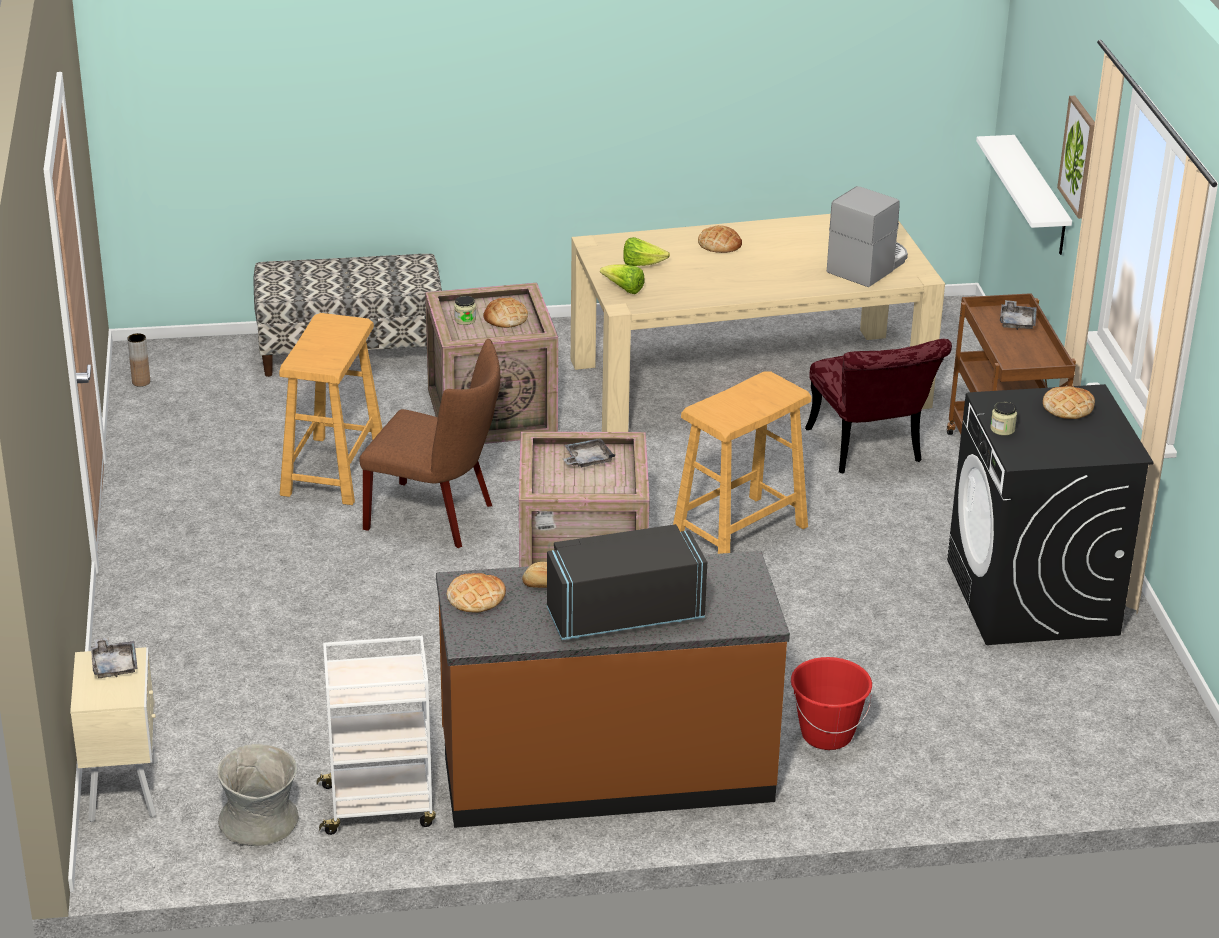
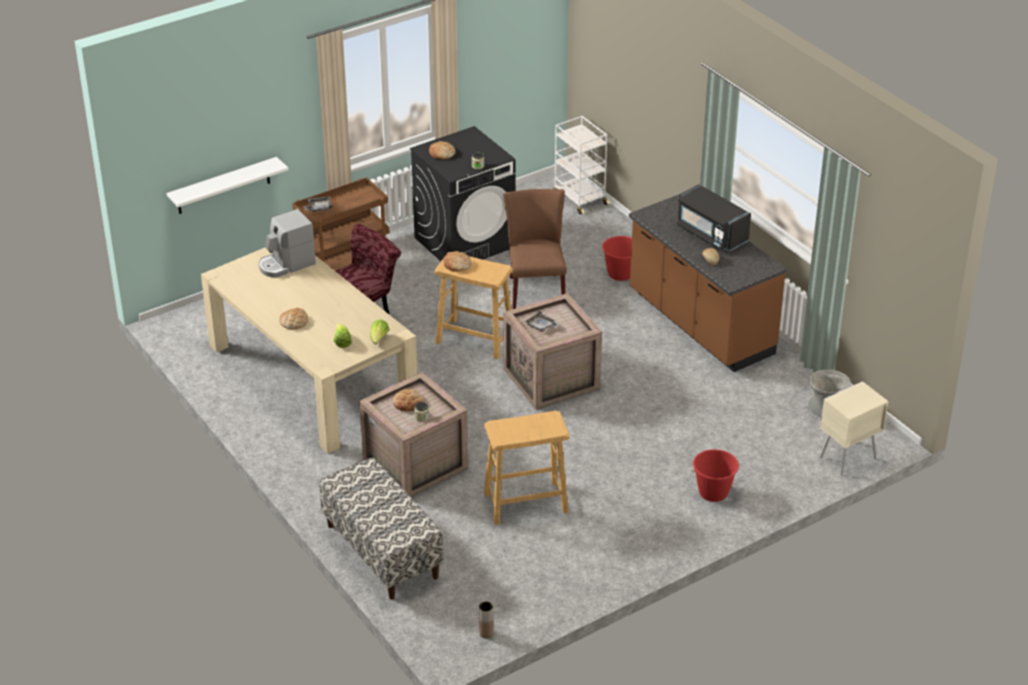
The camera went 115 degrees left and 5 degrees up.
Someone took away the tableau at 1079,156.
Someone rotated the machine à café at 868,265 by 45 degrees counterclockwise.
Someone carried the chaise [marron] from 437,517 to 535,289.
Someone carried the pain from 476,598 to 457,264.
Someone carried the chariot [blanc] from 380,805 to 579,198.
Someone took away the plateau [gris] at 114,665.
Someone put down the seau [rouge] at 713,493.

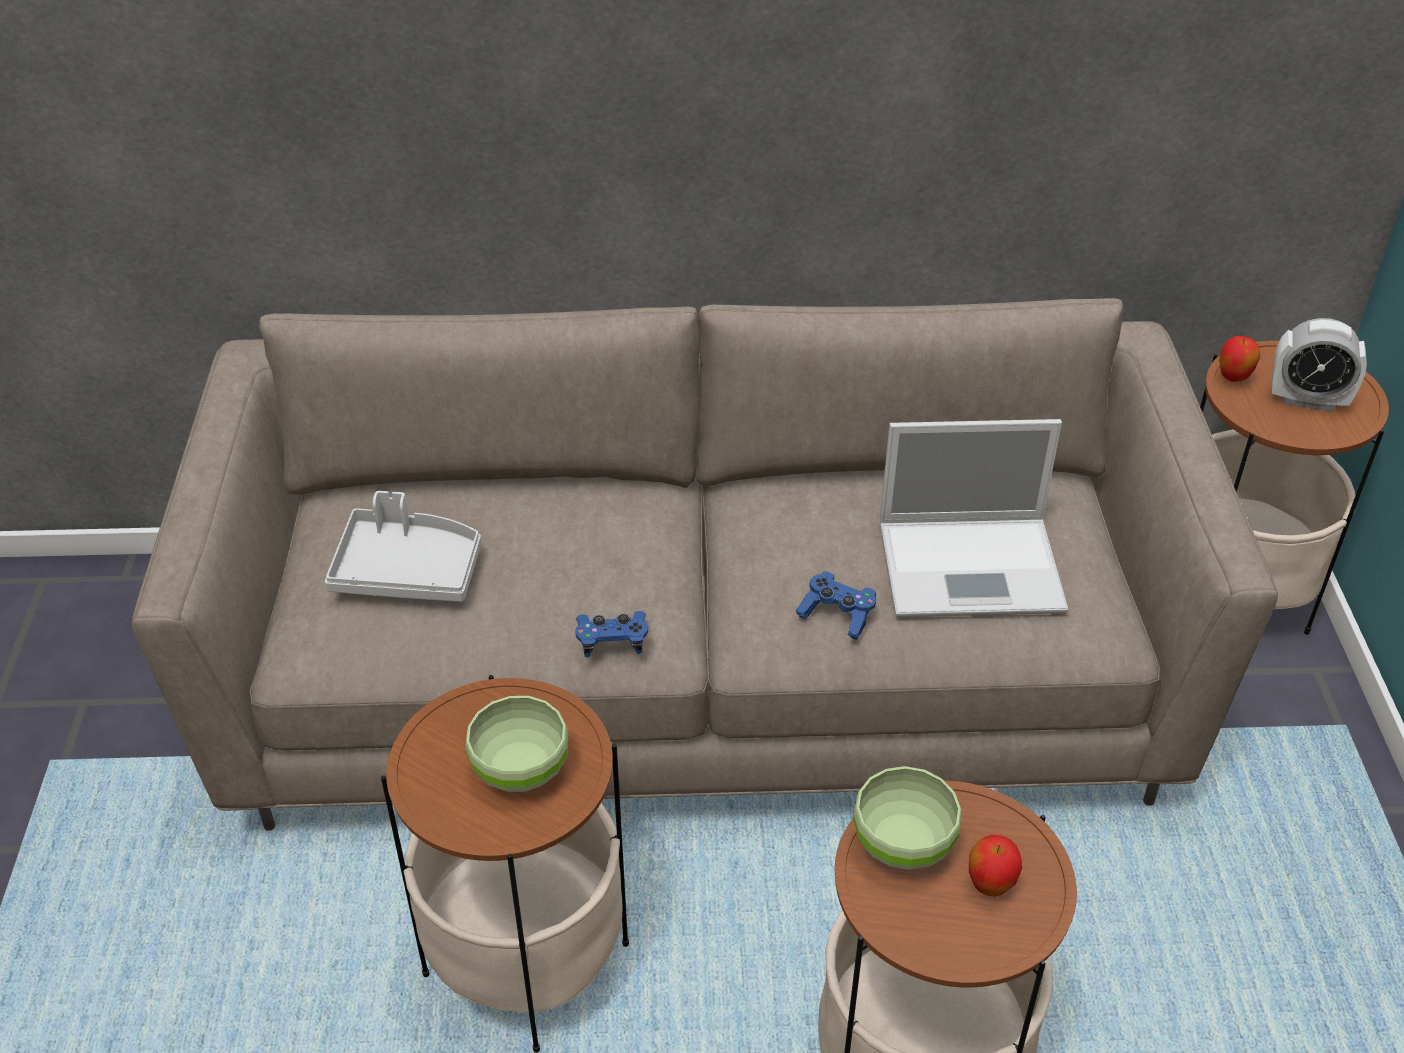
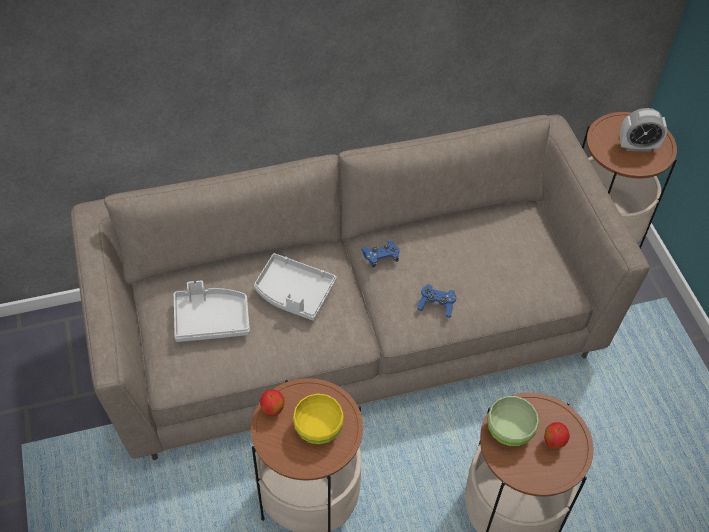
The camera went 15 degrees left and 10 degrees up.
Someone carried the pomme from 1233,378 to 273,410.
Someone took away the ordinateur portable at 974,567.
Someone carried the manette [bleu] from 612,642 to 380,257.
Someone repainted the bol [vert] at 519,769, which became the bol [jaune] at 317,428.
Someone put down the plateau [gris] at 294,293.

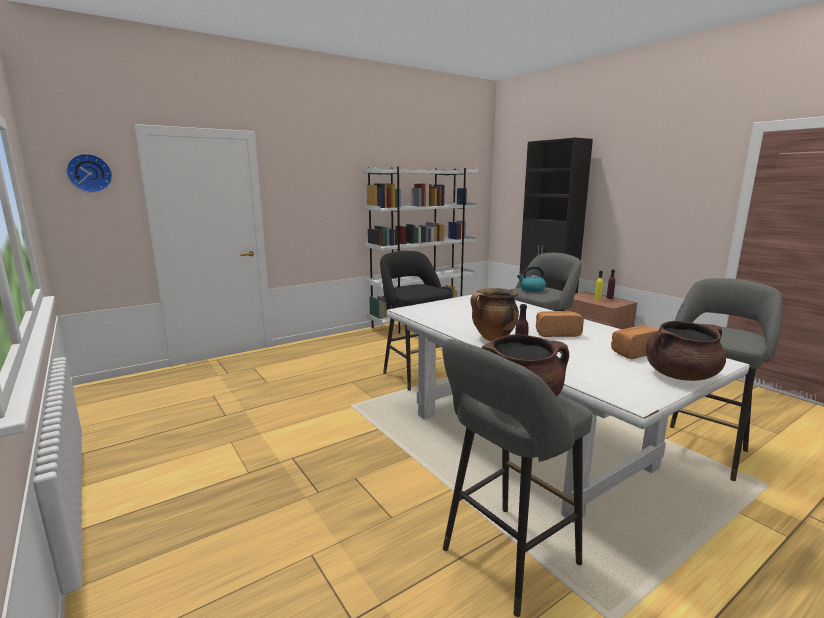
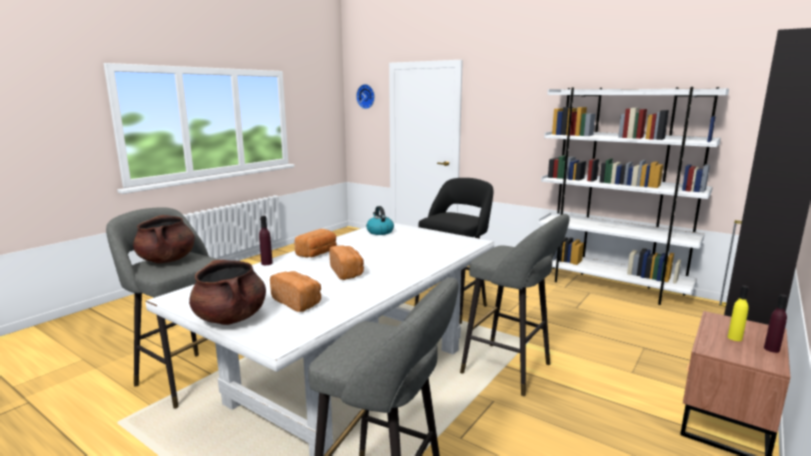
The camera went 70 degrees right and 0 degrees up.
Someone carried the bouilloire from 531,290 to 379,232.
Someone swapped the marmite at 493,338 for the pain at 318,253.

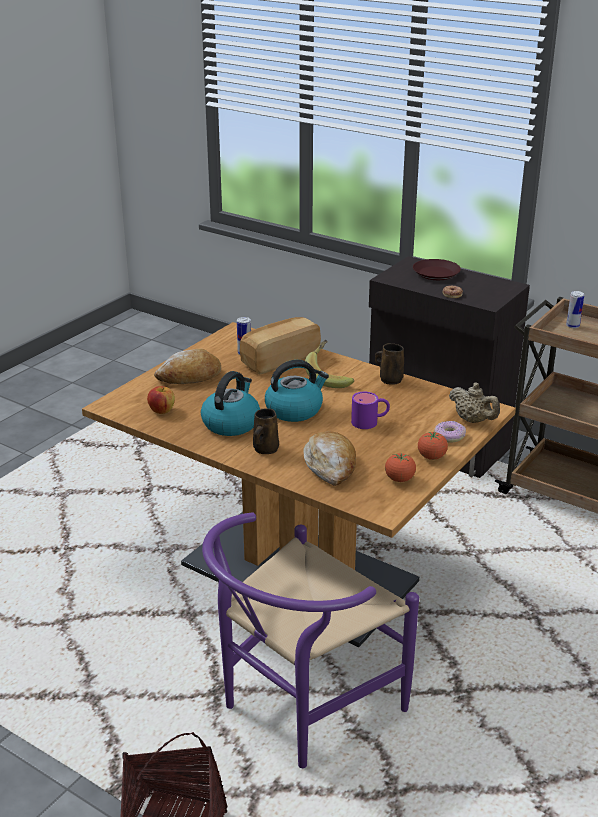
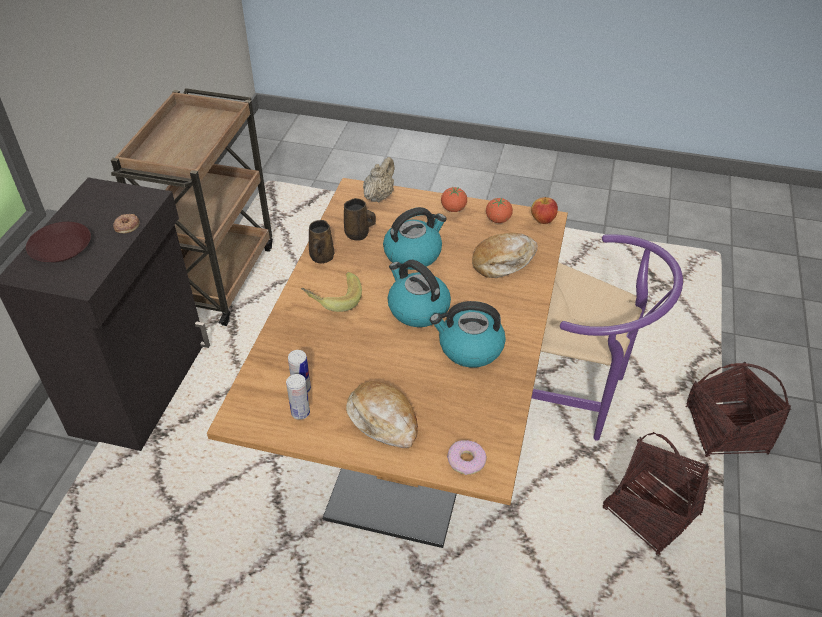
The camera went 110 degrees left and 15 degrees up.
Someone carried the boîte métallique from 572,326 to 300,413.
Someone took away the pain at 279,359.
Someone carried the pomme from 162,411 to 543,220.
Someone swapped the mug [violet] at 370,421 for the bouilloire at 413,254.
Someone carried the mug [marron] from 265,449 to 358,234.
Someone carried the beignet from 449,436 to 466,461.
Someone put down the panier at 650,512.

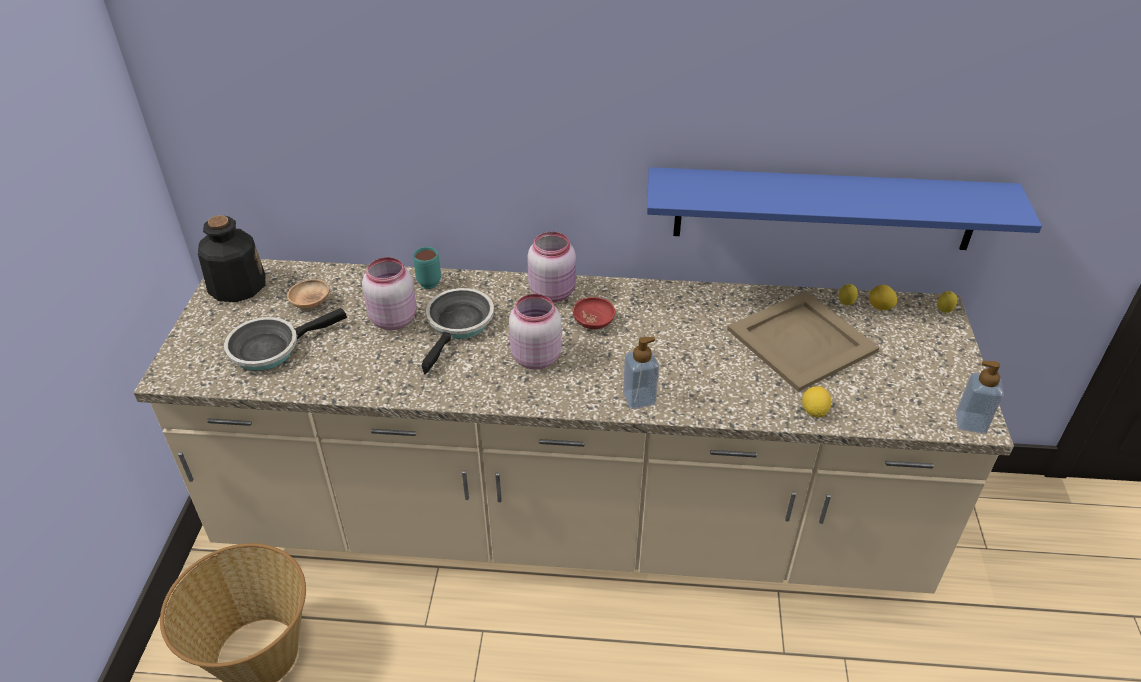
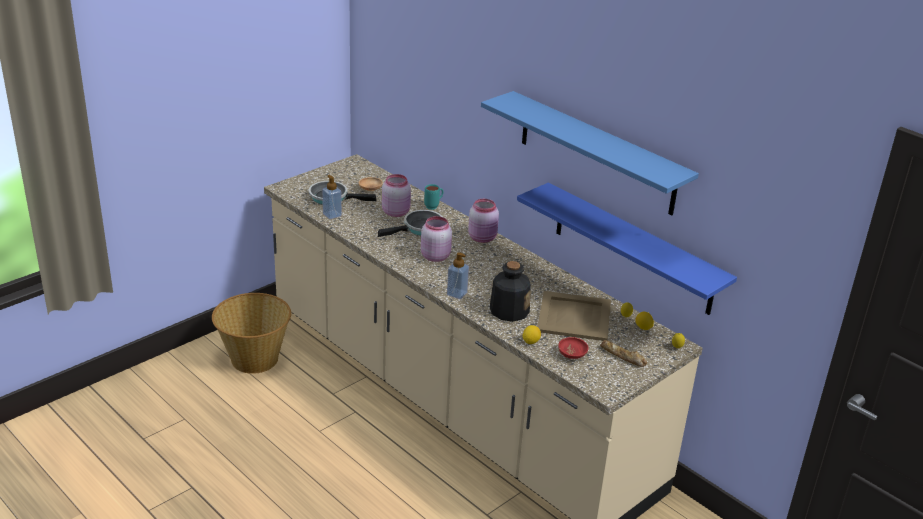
The camera went 40 degrees right and 10 degrees down.
Someone carried the bouteille from 236,286 to 508,310.
Someone carried the bol [rouge] from 593,322 to 572,355.
Someone carried the distributeur de savon from 970,422 to 332,215.
Someone put up the étagère [bleu] at 596,153.
Someone put down the pain at 623,357.

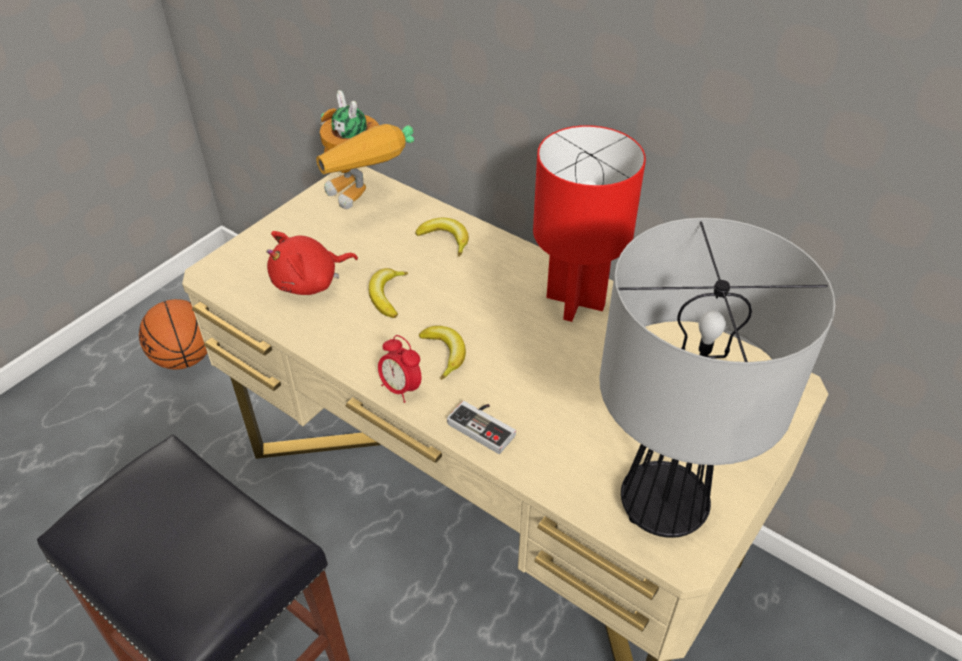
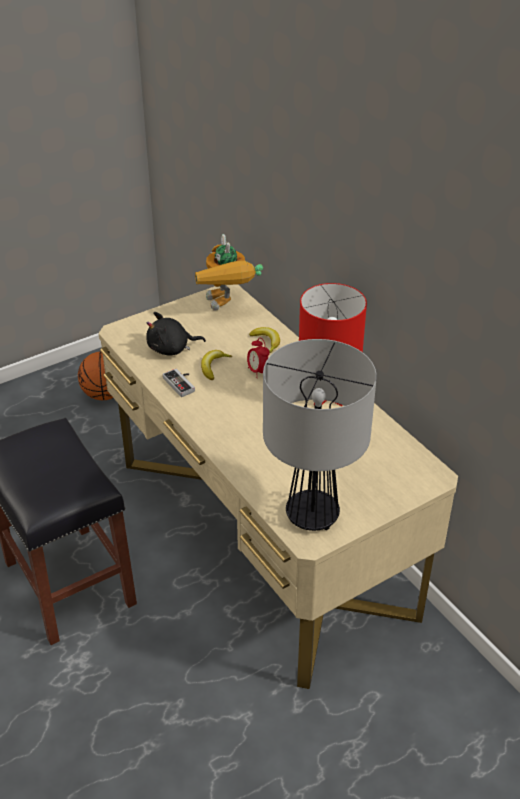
The camera went 20 degrees right and 5 degrees down.
Someone repainted the peluche [rouge] at 310,282, which became the peluche [noir] at 171,349.
Someone took away the banane at 444,353.
Someone carried the réveil from 401,388 to 258,371.
Someone carried the manette from 485,425 to 182,383.

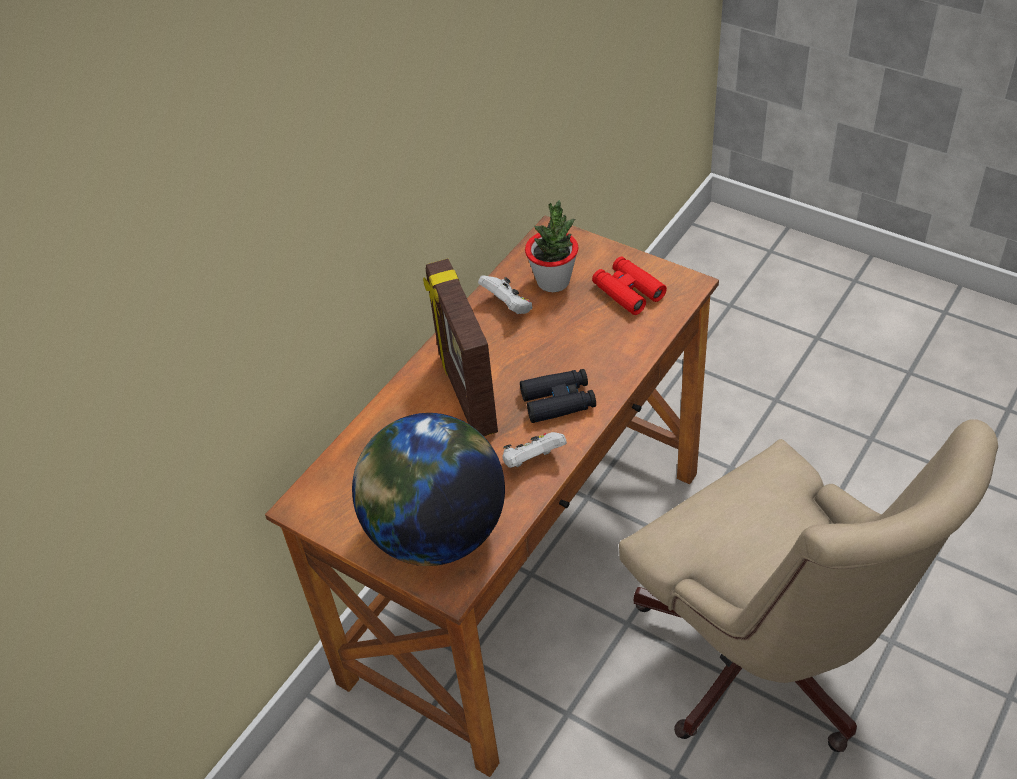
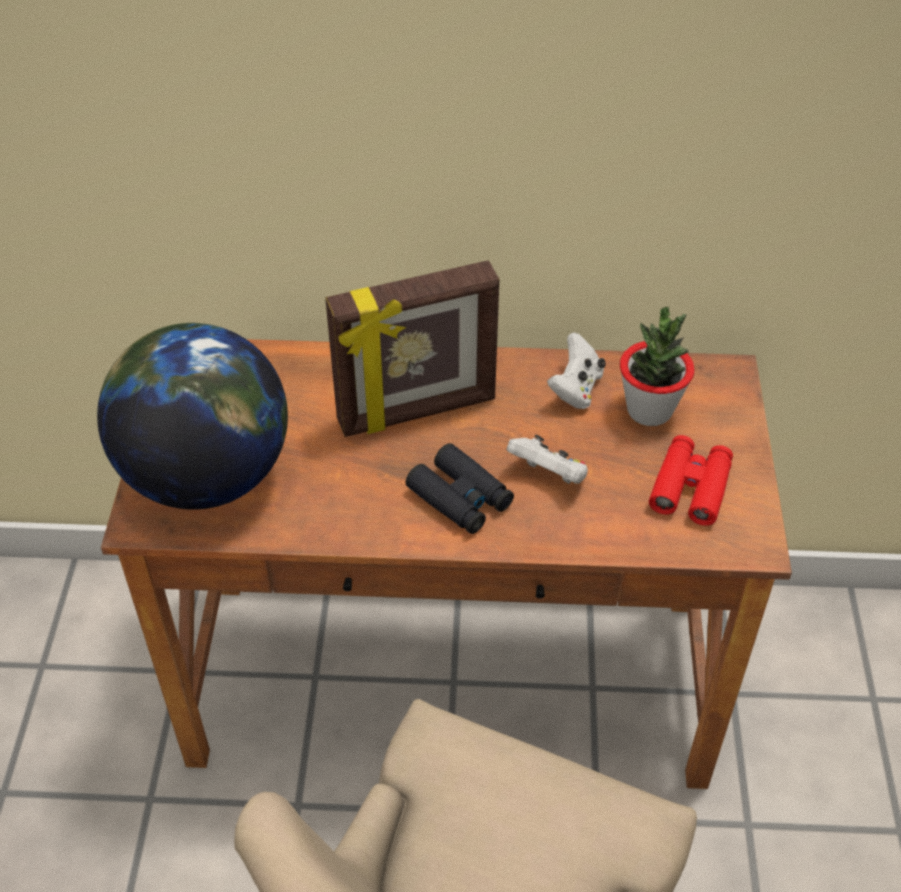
The camera went 55 degrees right and 0 degrees up.
Someone rotated the cadre photo at 466,393 by 150 degrees counterclockwise.
Someone carried the manette [blanc] from 532,461 to 549,475.

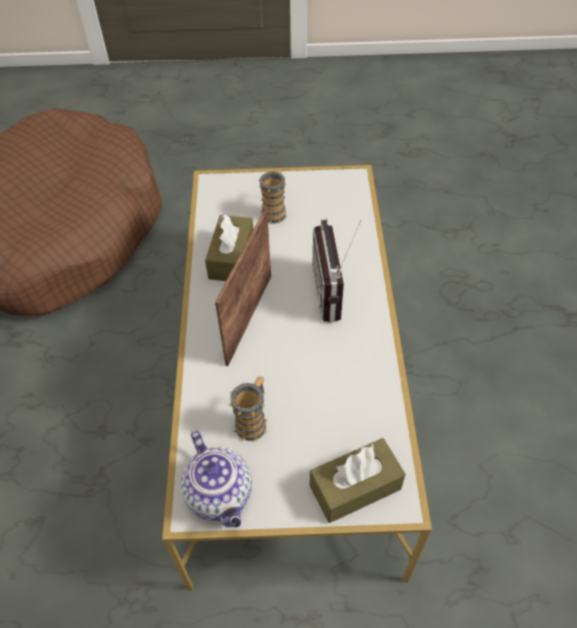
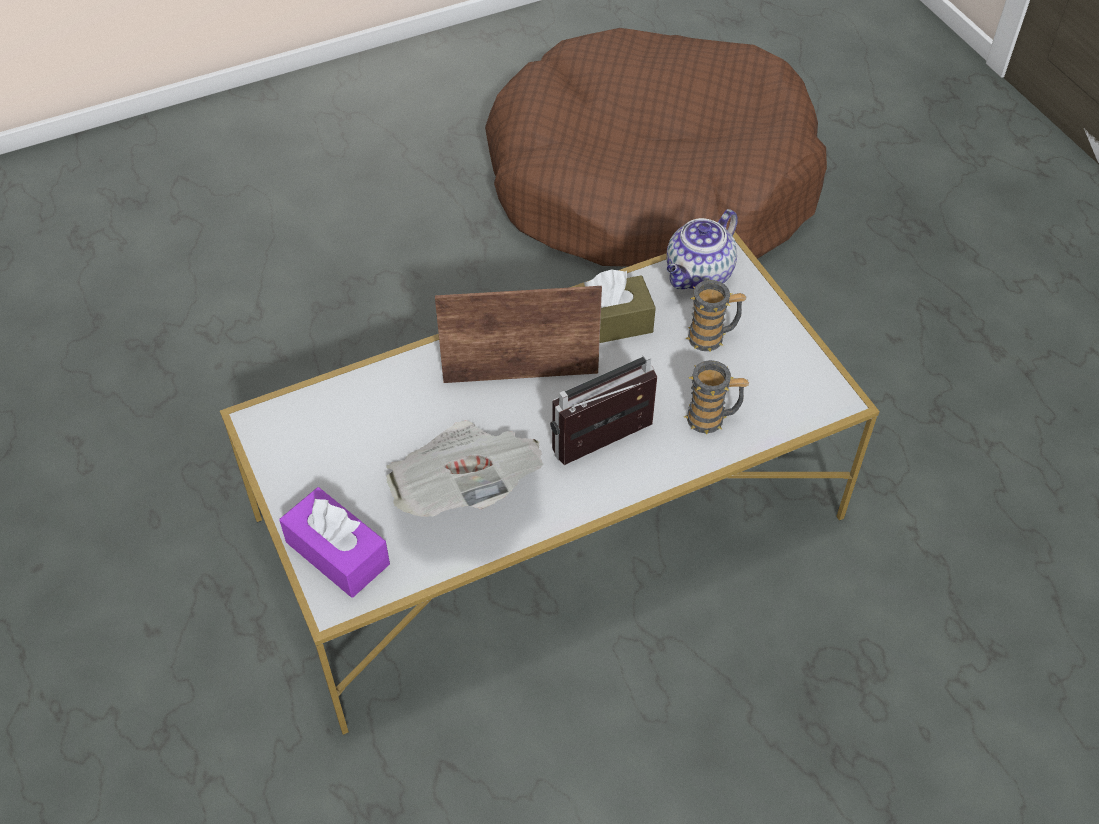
The camera went 65 degrees right and 0 degrees up.
Someone carried the mug from 253,421 to 712,418.
Someone carried the théière from 220,495 to 698,276.
Someone repainted the boîte à mouchoirs [marron] at 355,487, which became the boîte à mouchoirs [violet] at 337,553.
Someone put down the journal at 464,490.

